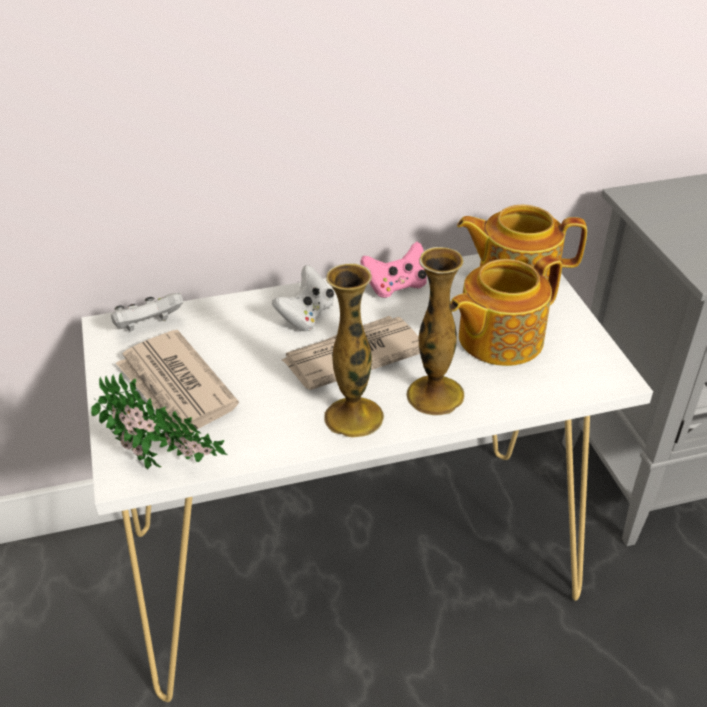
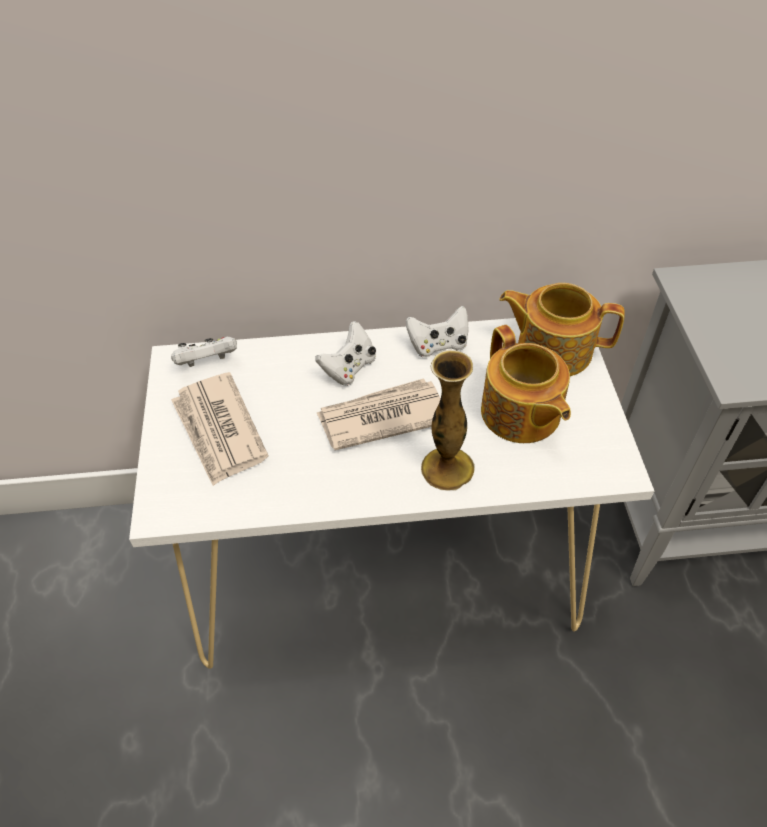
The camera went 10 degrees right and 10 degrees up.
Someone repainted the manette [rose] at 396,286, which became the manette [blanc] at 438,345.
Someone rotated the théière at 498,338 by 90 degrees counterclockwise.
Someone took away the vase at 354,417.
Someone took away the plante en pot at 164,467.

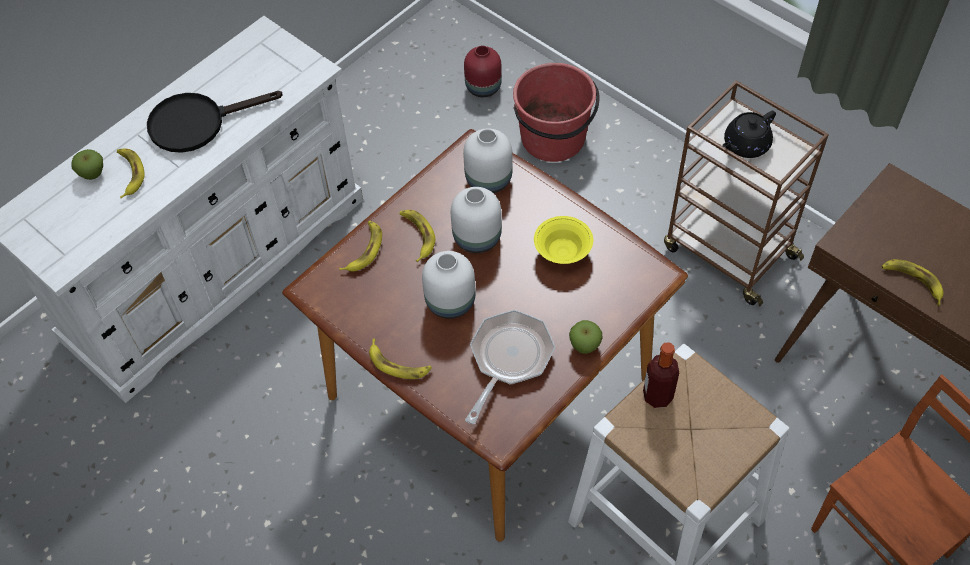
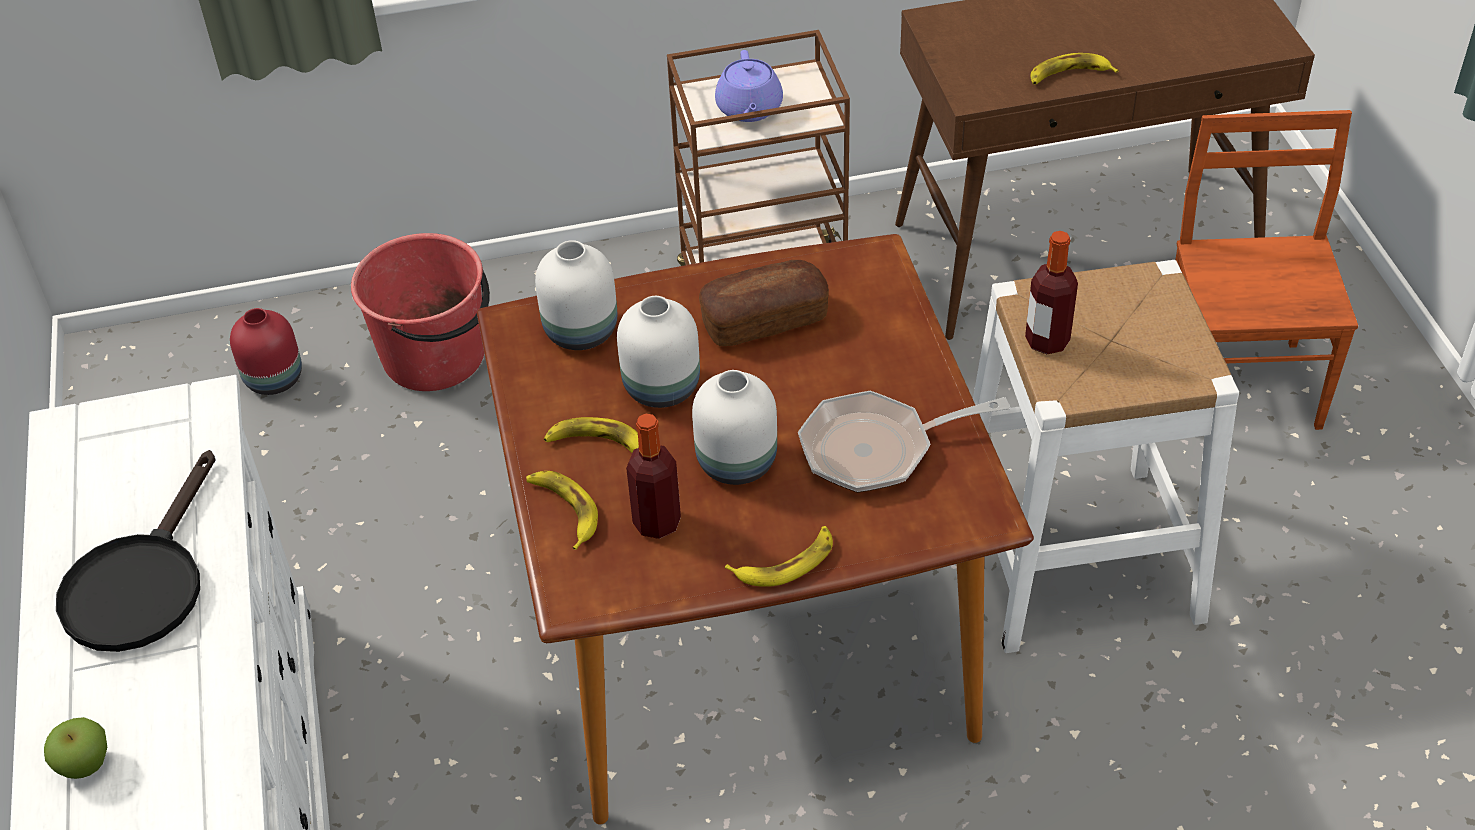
The camera went 55 degrees left and 10 degrees down.
Someone repainted the théière [noir] at 745,145, which became the théière [violet] at 749,109.
Someone took away the banane at 129,174.
Someone swapped the bol [jaune] at 562,252 for the pain at 764,320.
Someone rotated the poêle at 508,359 by 75 degrees counterclockwise.
Someone took away the pomme at 584,346.
Someone put down the bouteille at 657,522.

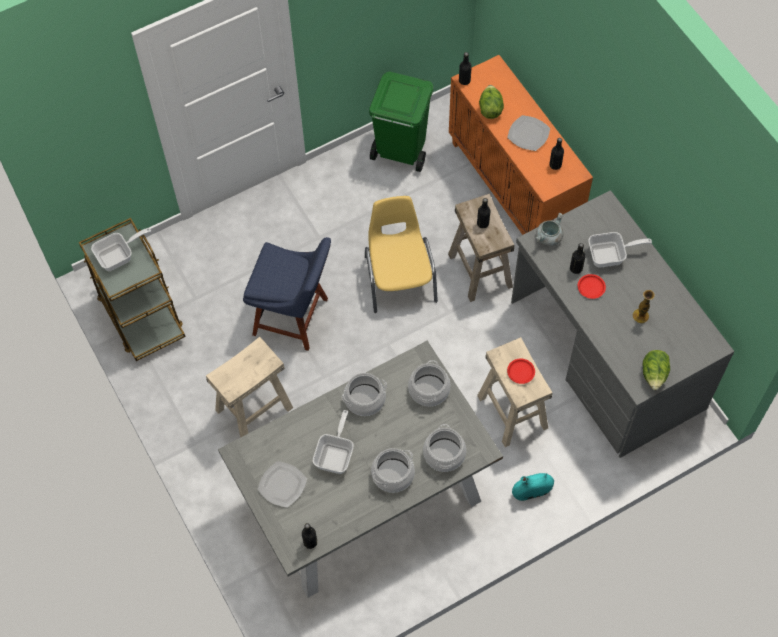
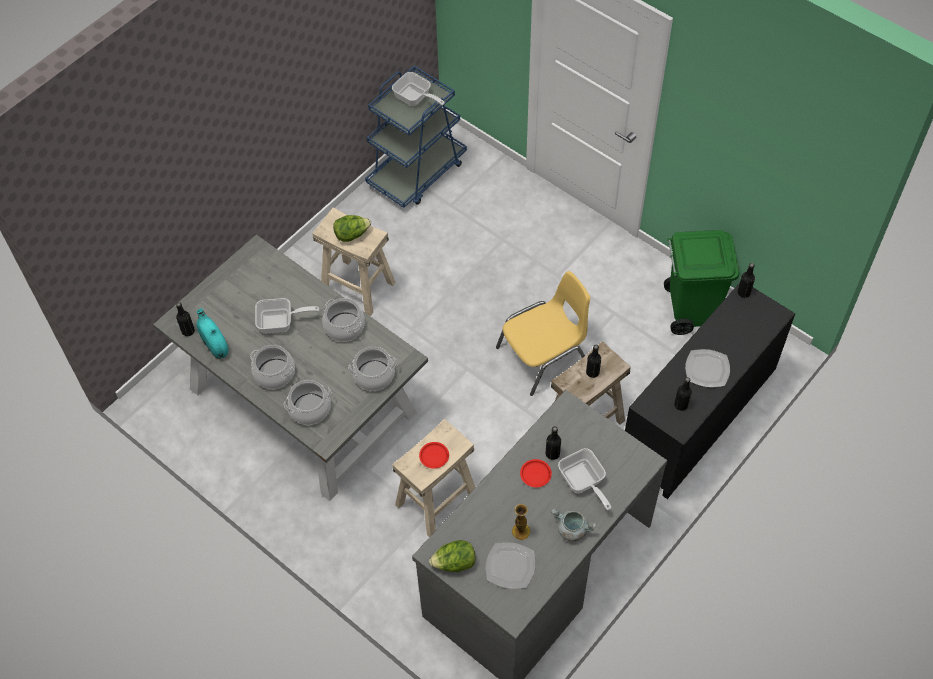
The camera went 70 degrees right and 5 degrees down.
Someone repainted the meuble de rangement [orange] at 514,189, which became the meuble de rangement [noir] at 696,424.
Someone carried the laitue from 490,109 to 352,235.
Someone carried the marmite [gris] from 548,238 to 572,530.
Someone repainted the chariot [marron] at 141,314, which became the chariot [bleu] at 417,172.
Someone took away the chaise [bleu] at 294,318.
Someone carried the assiette from 283,485 to 510,567.
Someone carried the vase [turquoise] from 532,491 to 214,345.

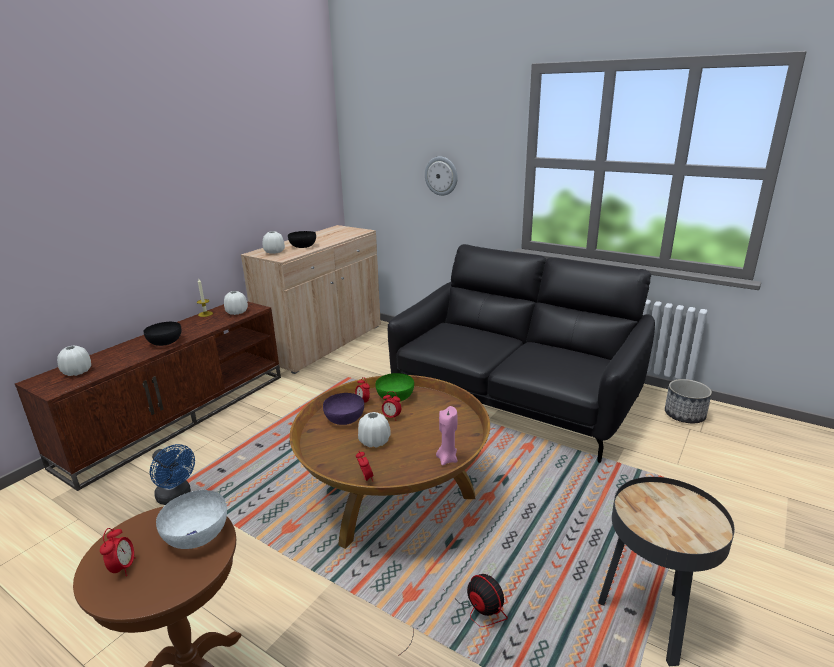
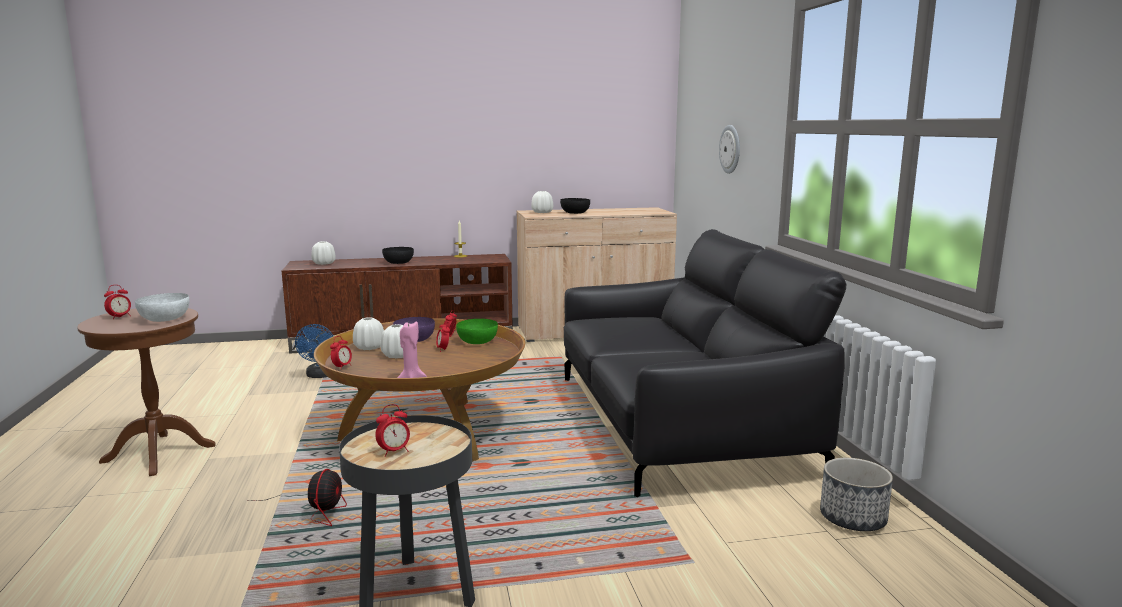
The camera went 45 degrees right and 10 degrees down.
Someone carried the vase [blanc] from 237,312 to 369,347.
Someone put down the réveil at 394,451.

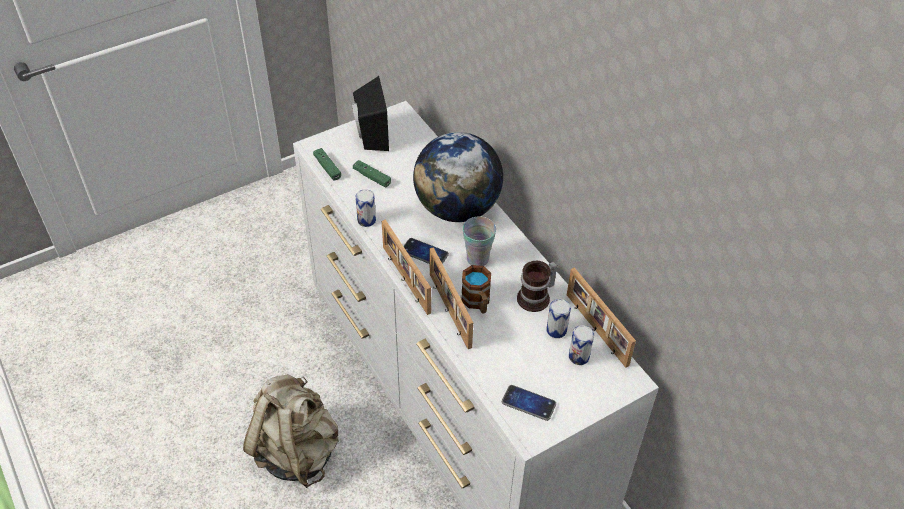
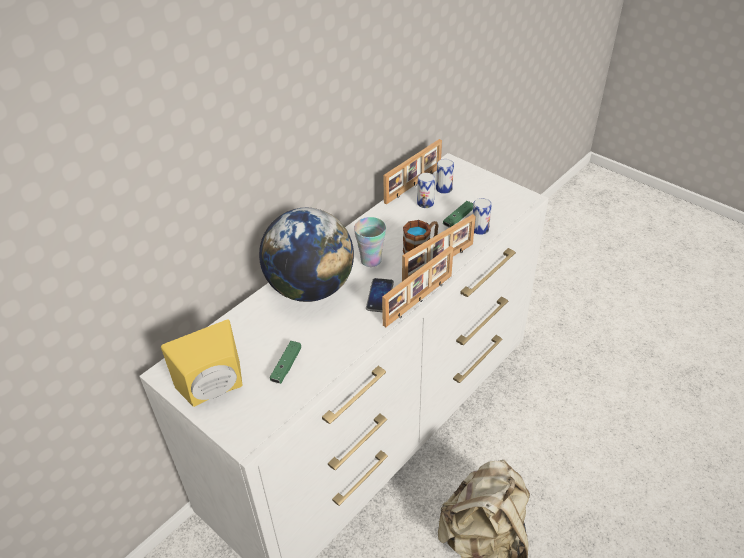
The camera went 105 degrees left and 5 degrees down.
Someone repainted the enceinte [noir] at 370,136, which became the enceinte [jaune] at 214,390.
Someone carried the manette [vert] from 327,167 to 458,218.
Someone carried the boîte métallique from 366,220 to 480,229.
Someone took away the mug at 537,298.
Someone took away the téléphone at 528,403.

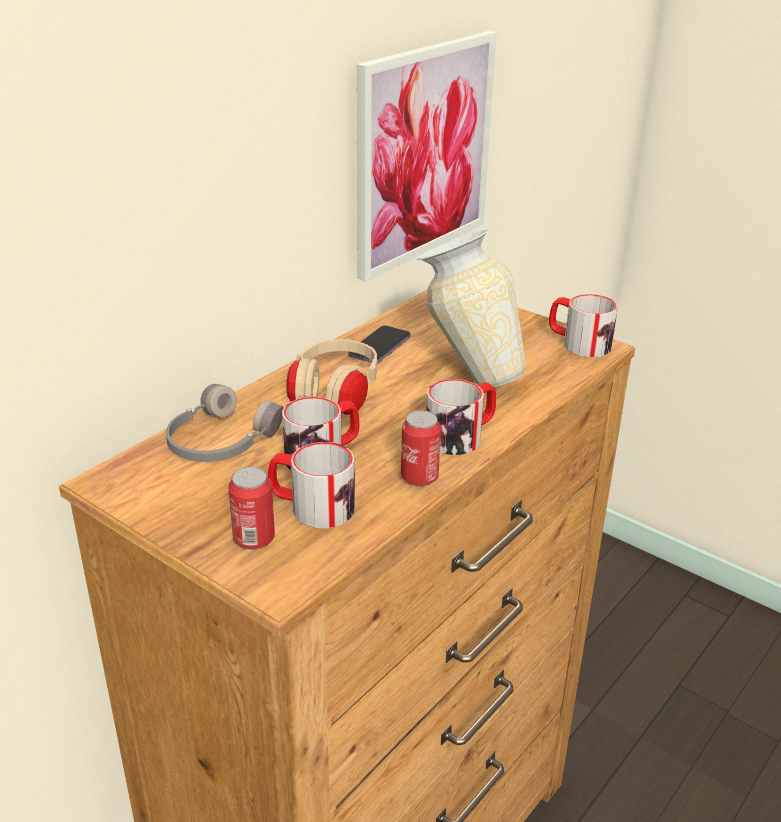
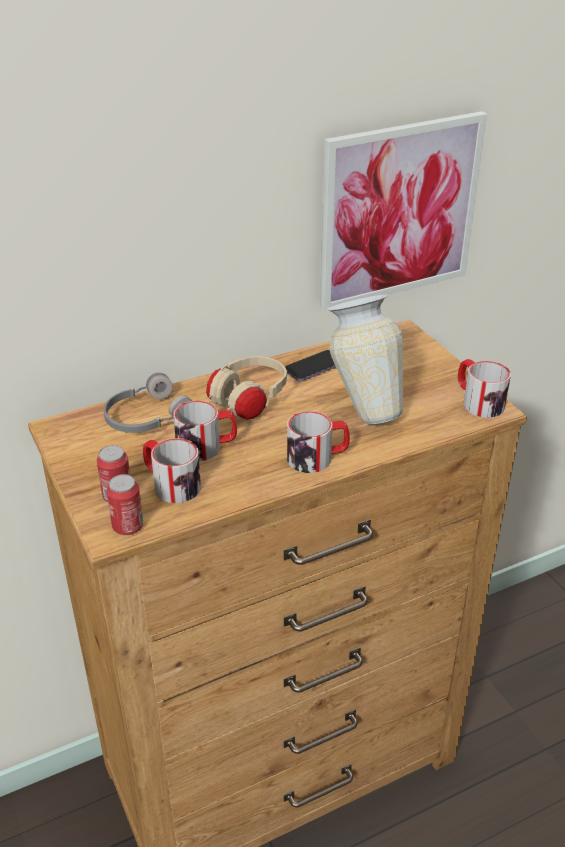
The camera went 25 degrees right and 5 degrees up.
Someone carried the boîte métallique from 419,477 to 128,526.

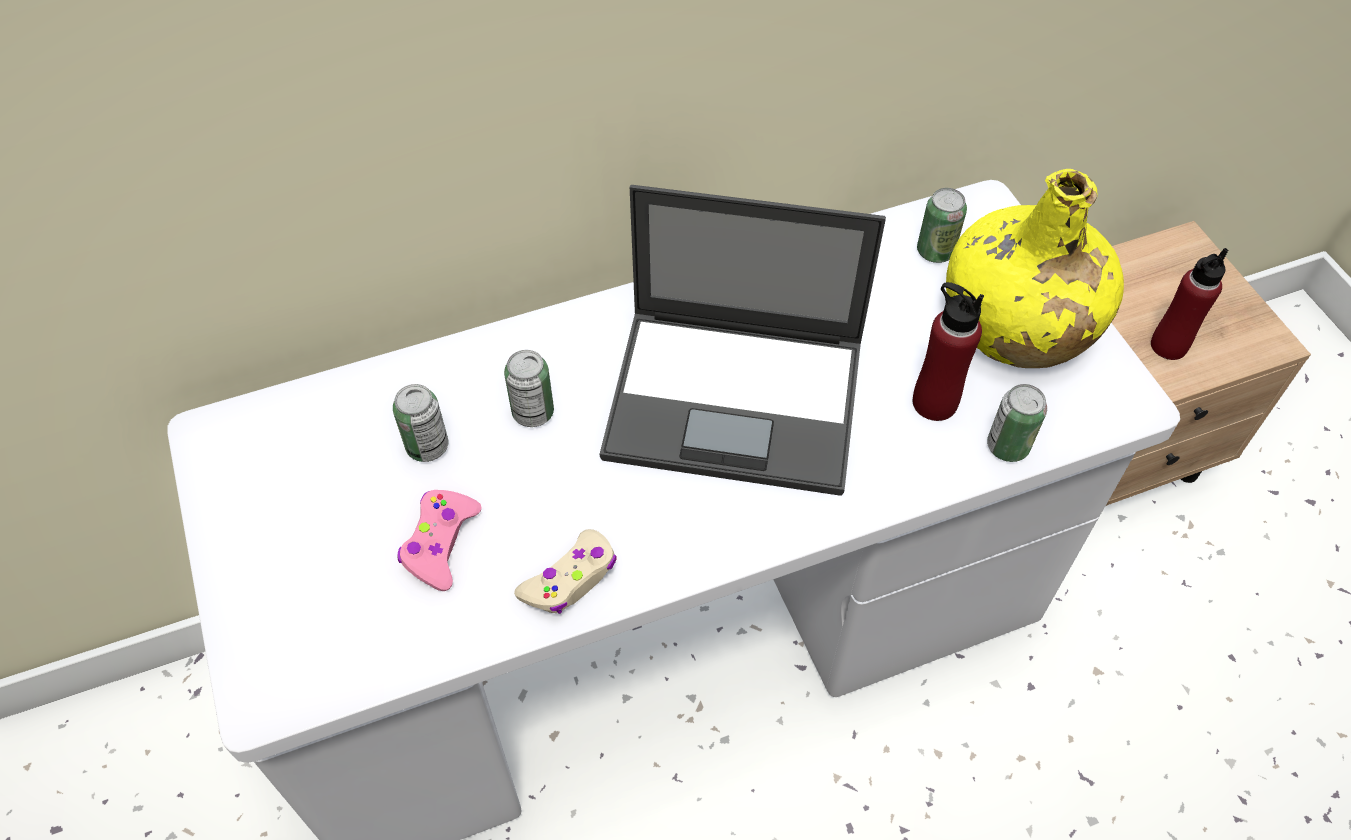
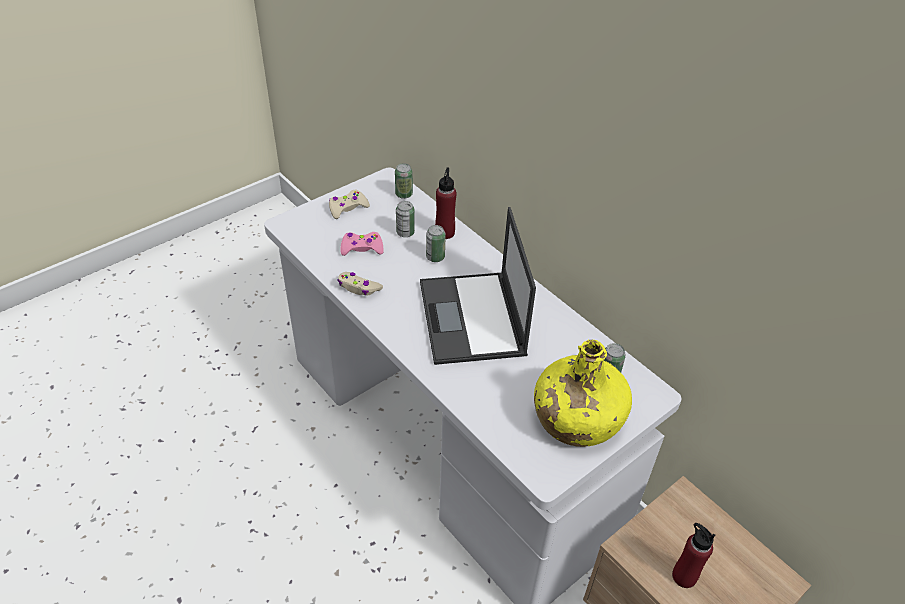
The camera went 70 degrees right and 10 degrees down.
Someone carried the bouteille [rouge] from 934,402 to 445,232.
Someone carried the boîte métallique from 1007,446 to 404,194.
Someone put down the manette [beige] at 347,208.

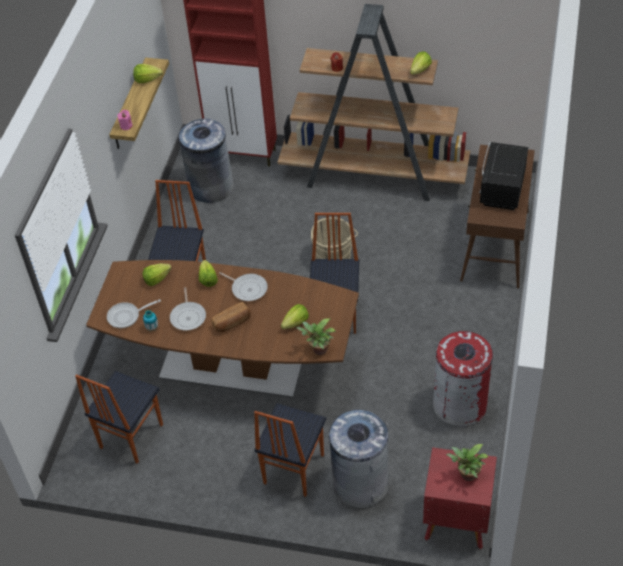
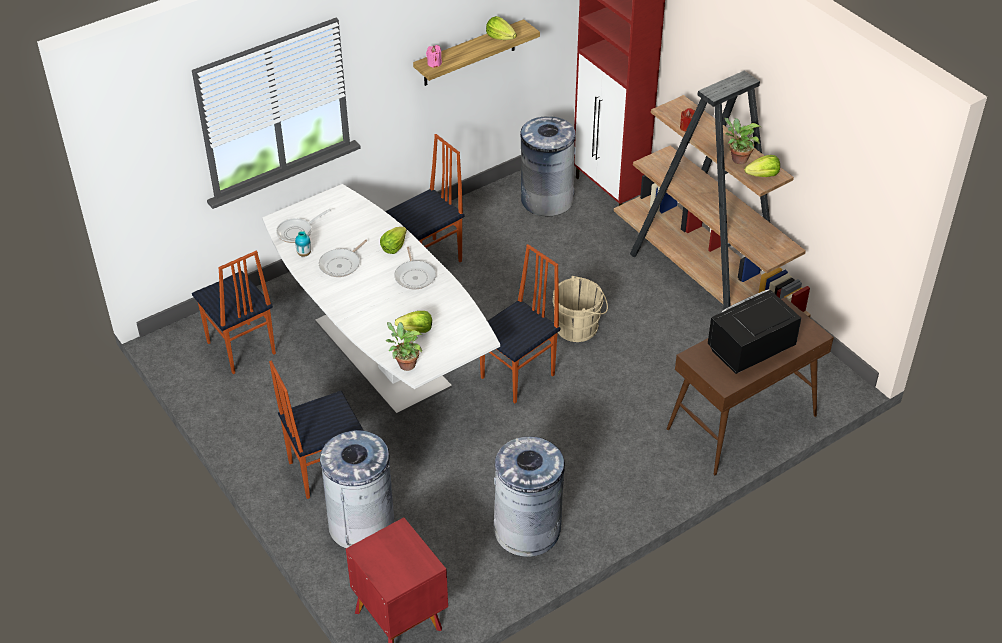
The camera went 40 degrees right and 5 degrees down.
Someone repainted the table à manger [marron] at 233,366, which became the table à manger [blanc] at 382,354.
Someone took away the laitue at 156,279.
Someone rotated the poêle at 126,316 by 60 degrees counterclockwise.
Someone took away the pain at 232,323.
Someone repainted the poubelle [rouge] at 460,404, which became the poubelle [gris] at 527,530.
Someone rotated the chaise at 130,436 by 105 degrees counterclockwise.
Someone carried the plante en pot from 466,475 to 737,159.

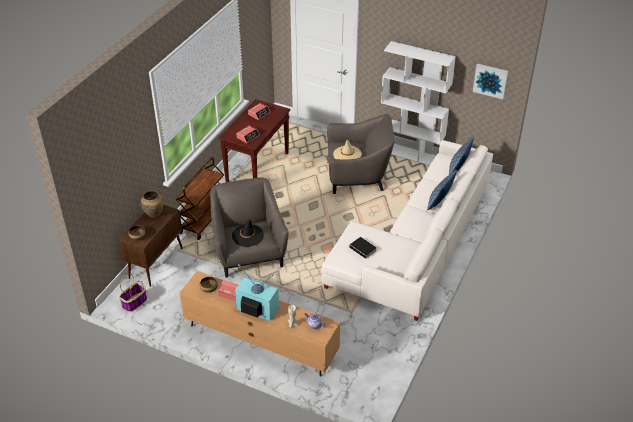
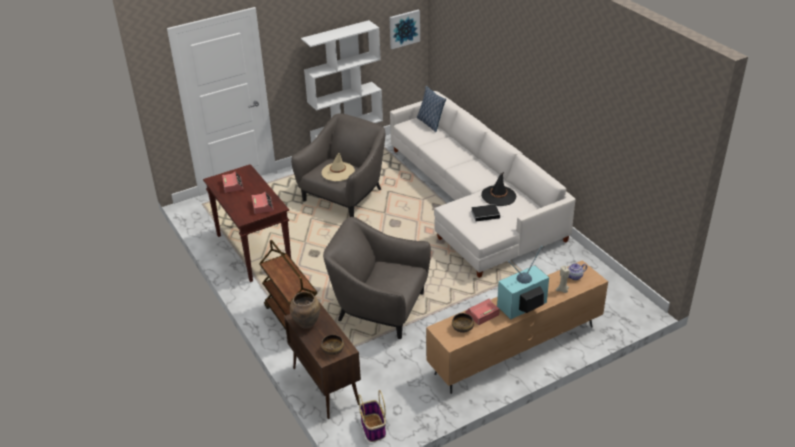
The camera went 55 degrees left and 5 degrees down.
Someone took away the coussin at 439,202.
Someone carried the chapeau [noir] from 247,235 to 498,196.

